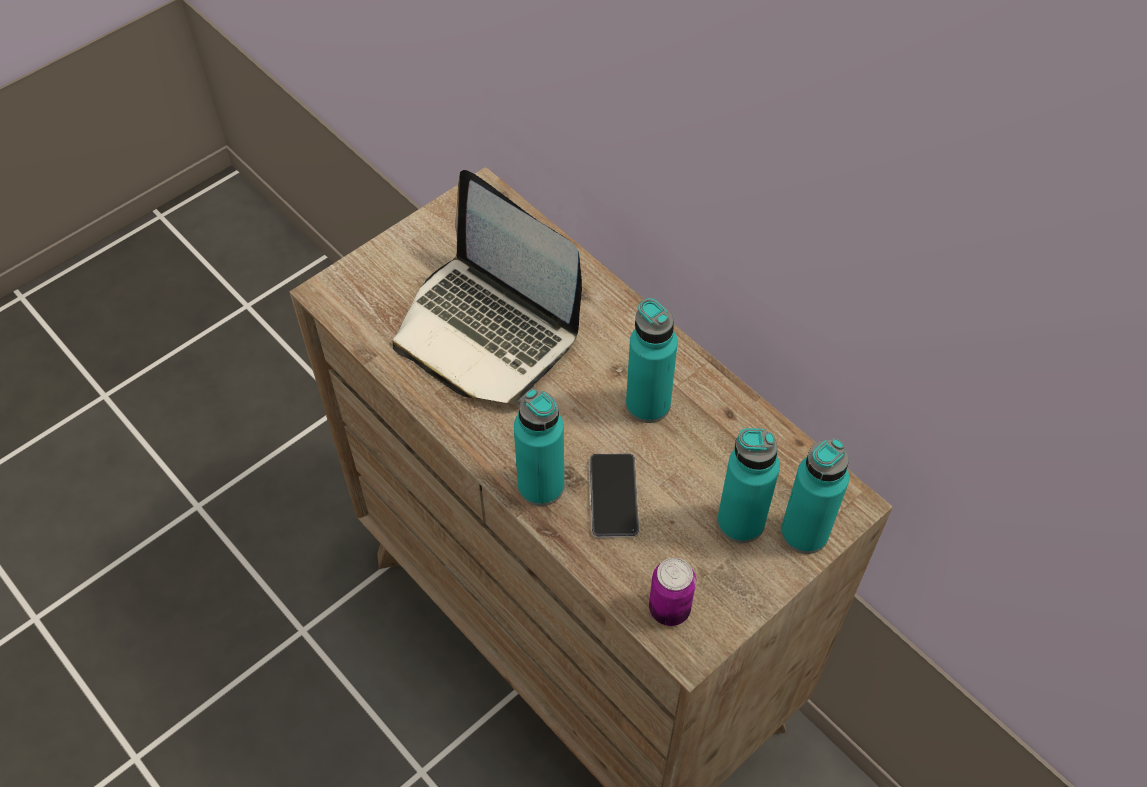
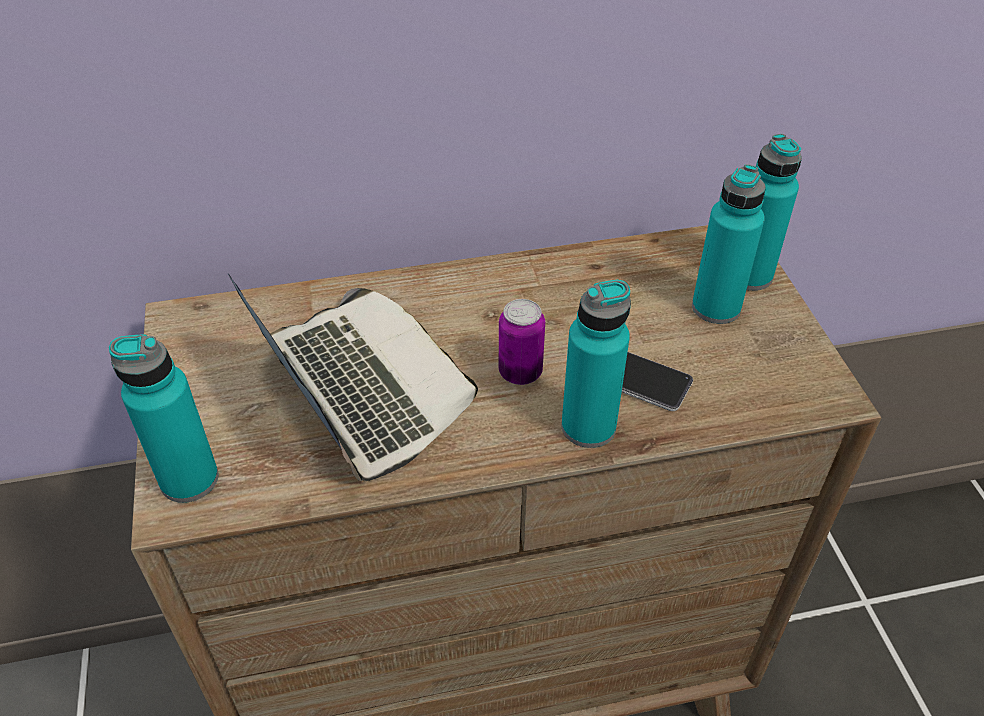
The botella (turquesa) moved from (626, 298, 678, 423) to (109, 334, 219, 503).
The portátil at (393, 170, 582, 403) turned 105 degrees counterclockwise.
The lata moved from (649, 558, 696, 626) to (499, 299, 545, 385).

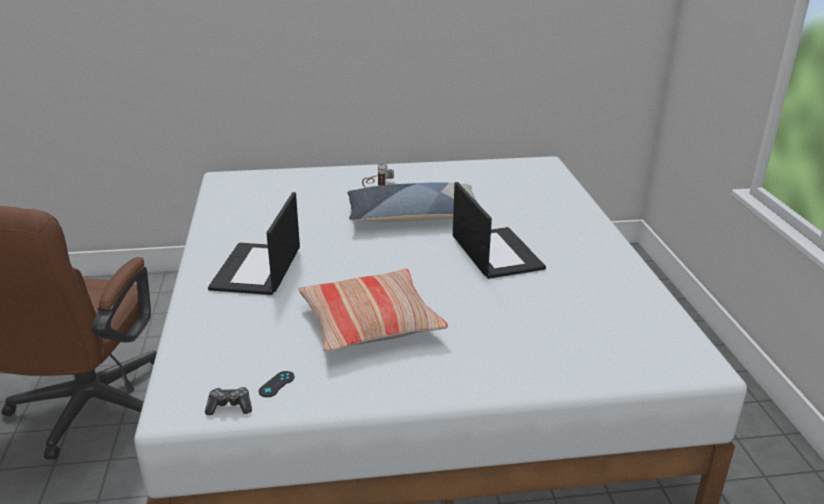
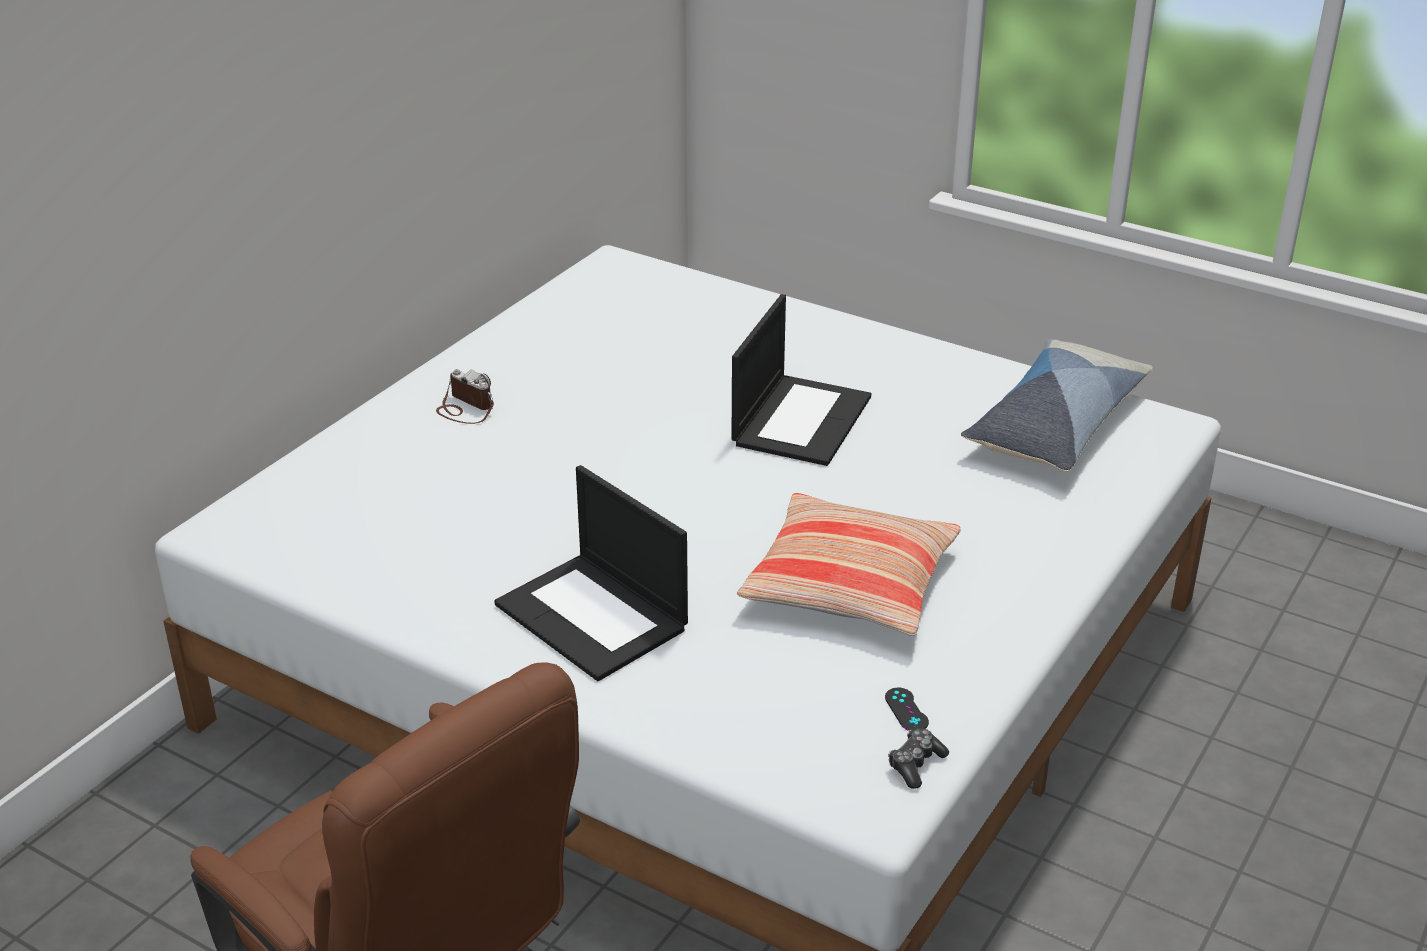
The portátil at (453, 182, 546, 279) turned 90 degrees clockwise.
The cojín moved from (347, 182, 478, 222) to (961, 339, 1153, 472).

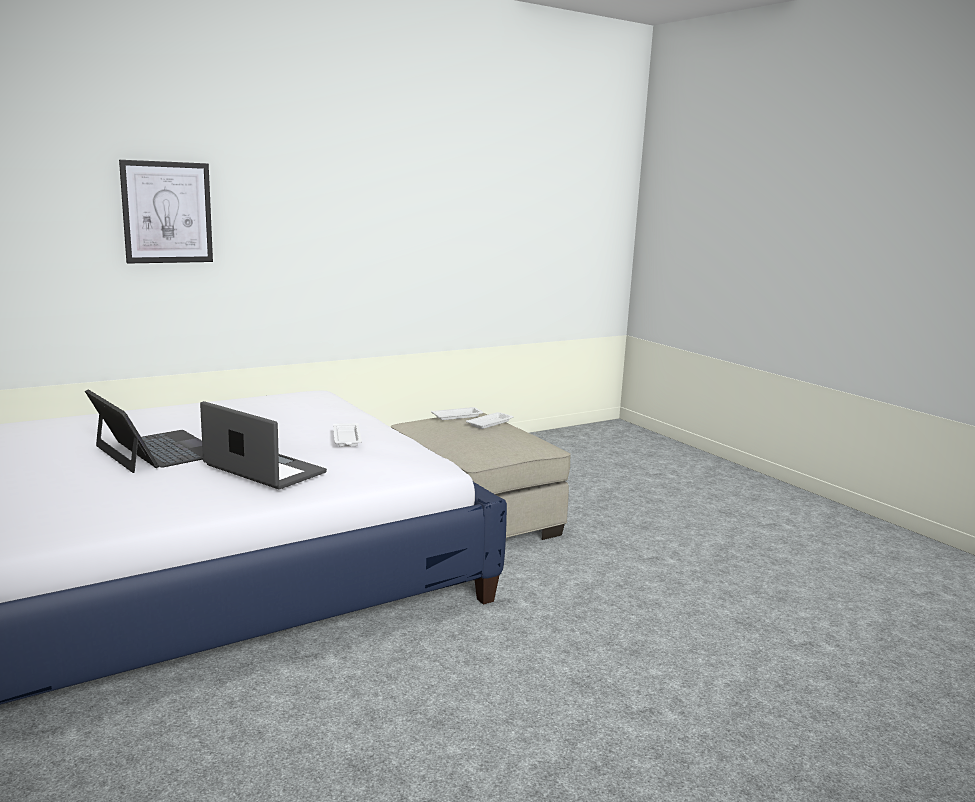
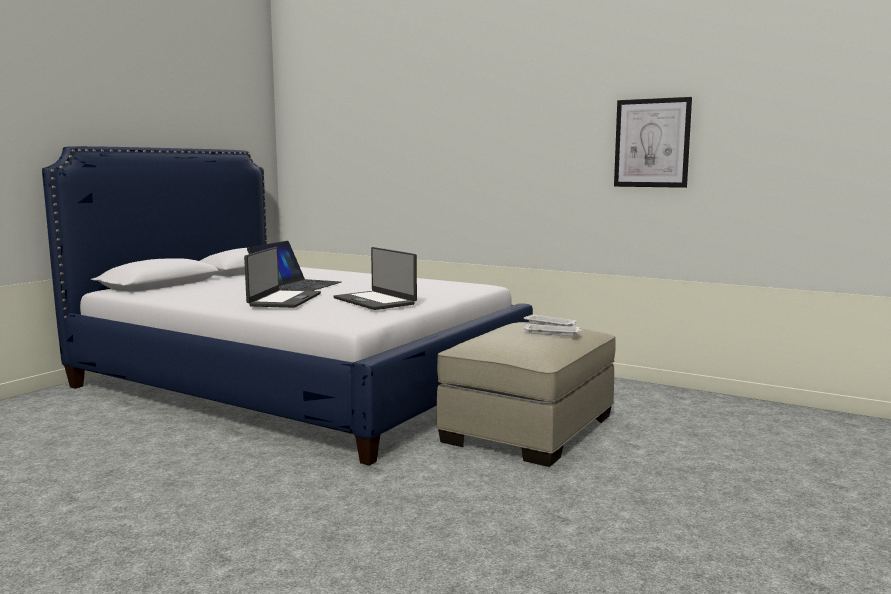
The bandeja (blanco) at (333, 423, 362, 447) was replaced by the portátil at (334, 247, 417, 310).
The cuadro moved from (119, 160, 213, 264) to (614, 97, 692, 188).

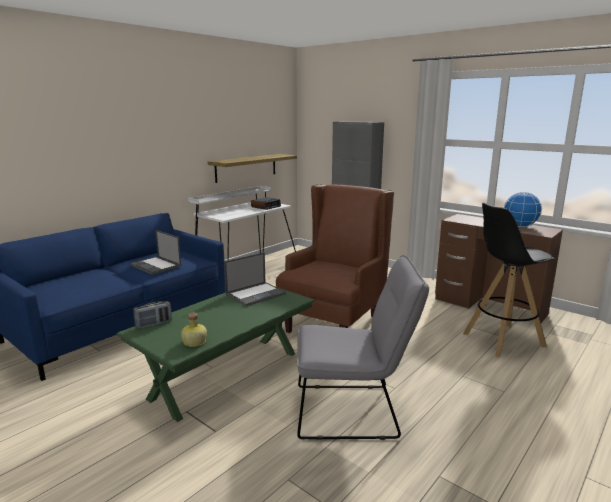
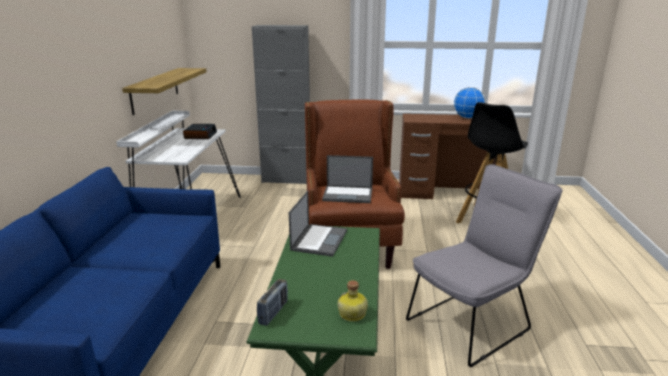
The portátil moved from (130, 230, 181, 275) to (322, 155, 373, 203).

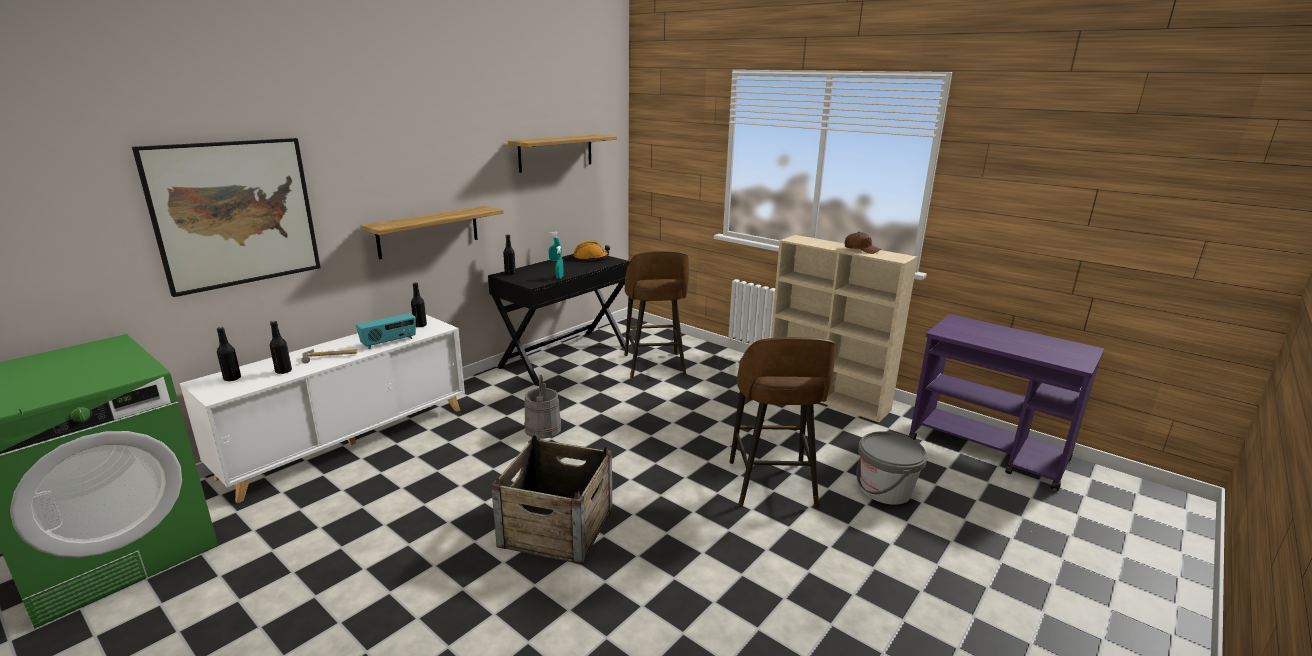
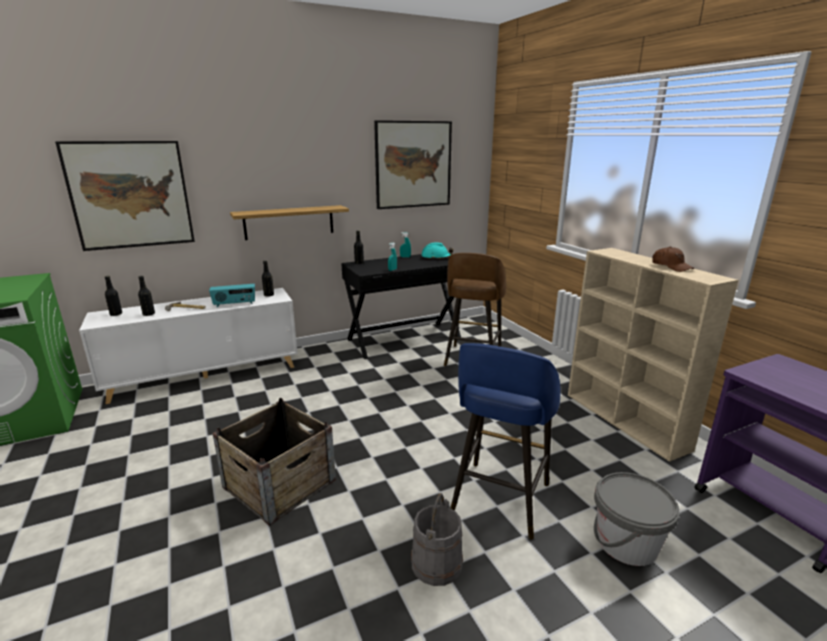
The estante at (508, 134, 617, 173) was replaced by the cuadro at (374, 120, 452, 209).
The cubo (gris) moved from (524, 374, 561, 439) to (411, 493, 463, 586).
The casco (naranja) at (573, 240, 610, 260) became the casco (turquesa) at (421, 242, 453, 259).
The taburete (marrón) at (730, 337, 836, 508) became the taburete (azul) at (450, 343, 560, 539).

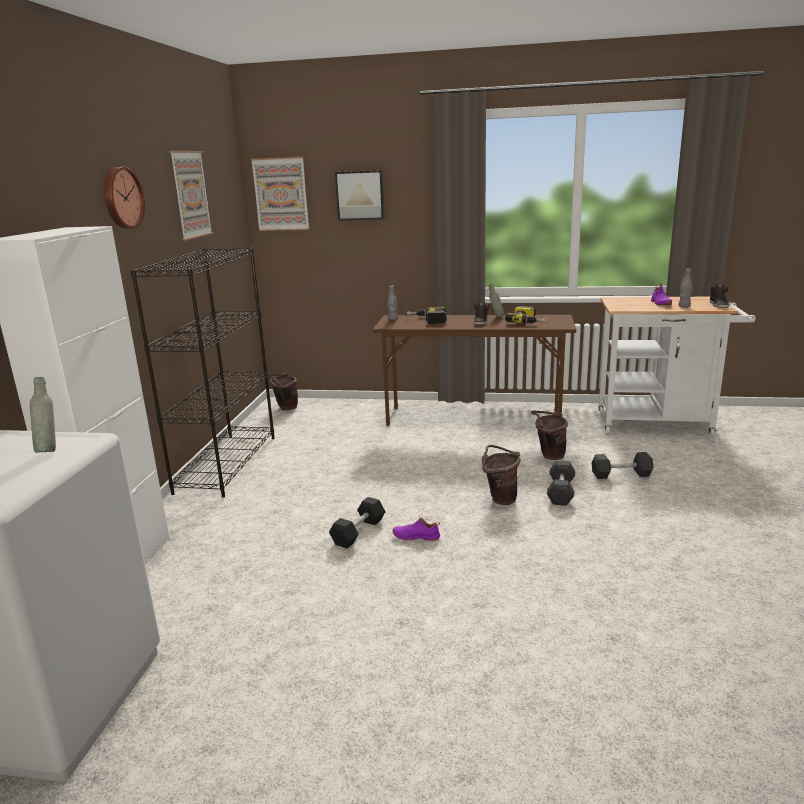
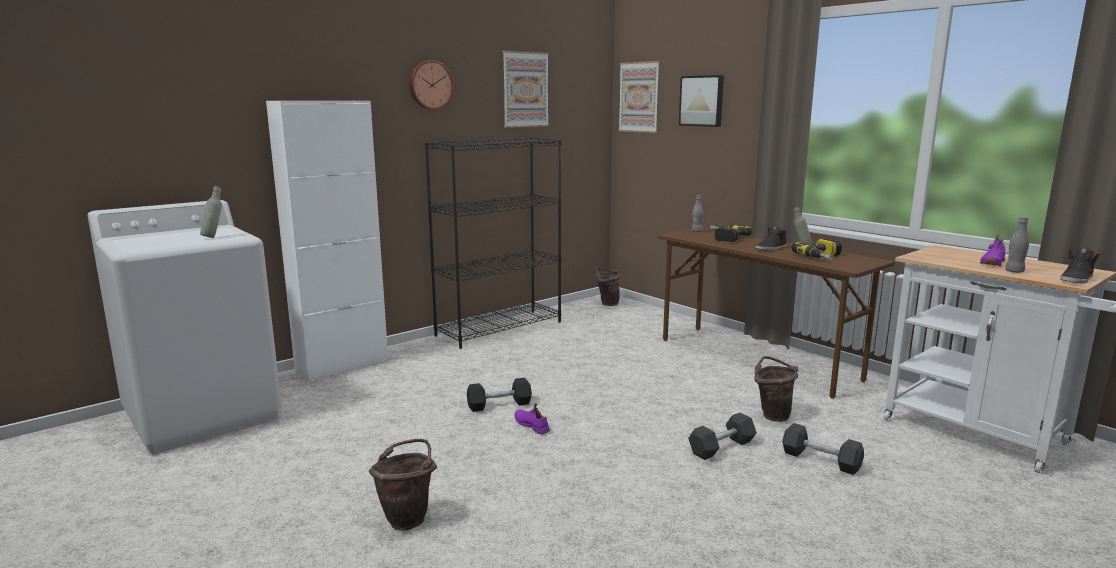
The cubo (marrón) moved from (482, 445, 521, 505) to (369, 439, 437, 530).

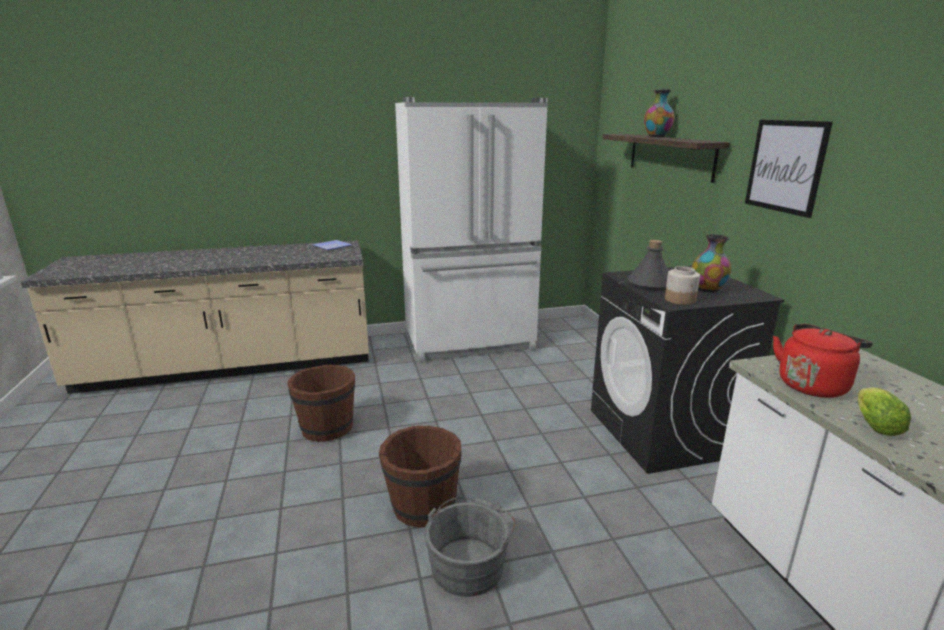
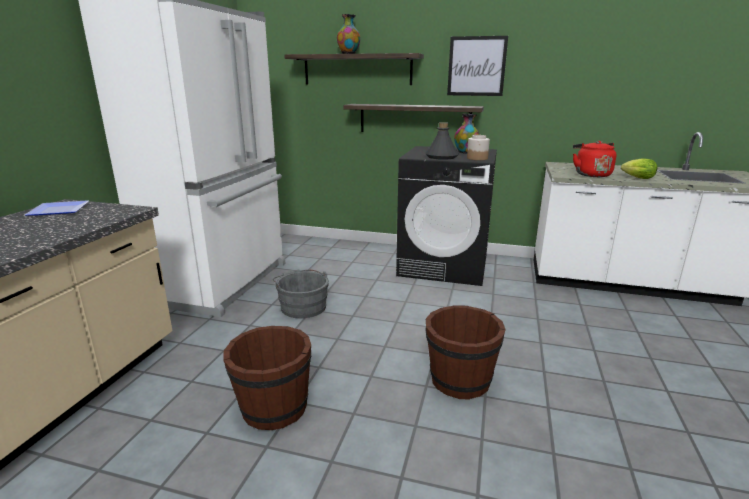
The cubo (gris) moved from (424, 497, 515, 597) to (273, 270, 329, 318).
The estante at (343, 104, 484, 132) appeared.

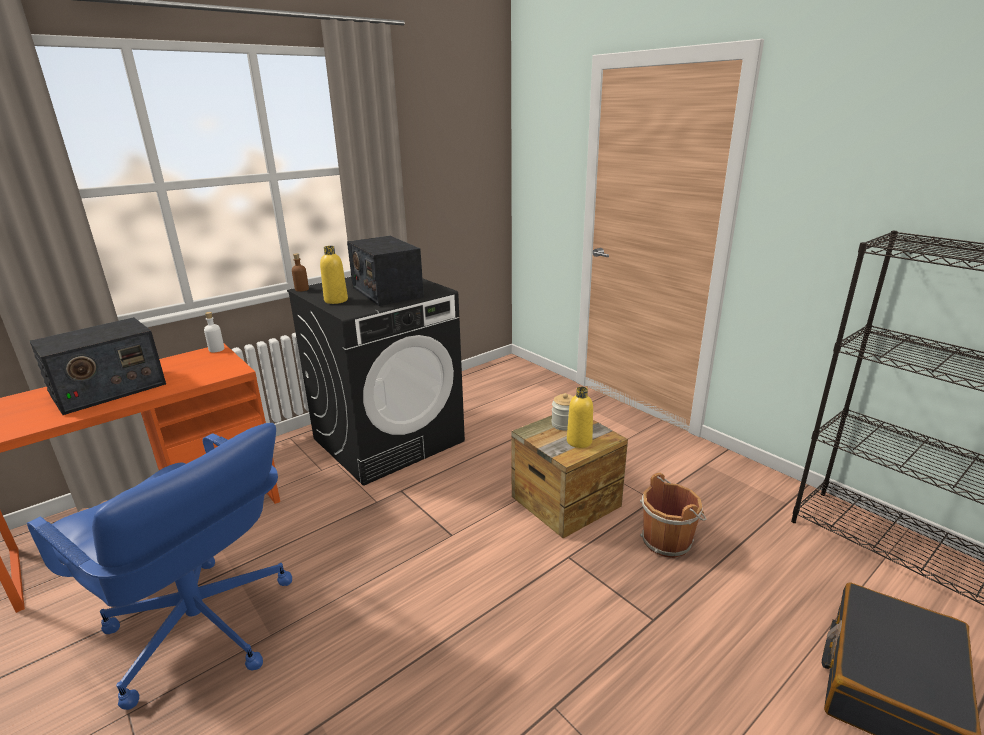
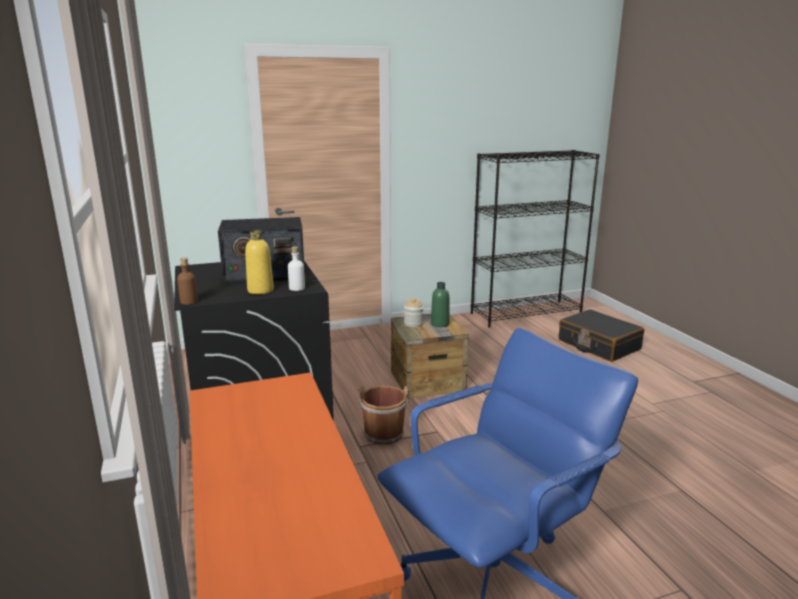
The botella (blanco) moved from (204, 312, 224, 352) to (288, 247, 305, 291).
The cubo (marrón) moved from (640, 473, 706, 558) to (358, 386, 410, 445).
The botella (amarillo) at (567, 387, 593, 448) became the botella (verde) at (431, 282, 450, 327).
The radio at (30, 317, 166, 415) disappeared.

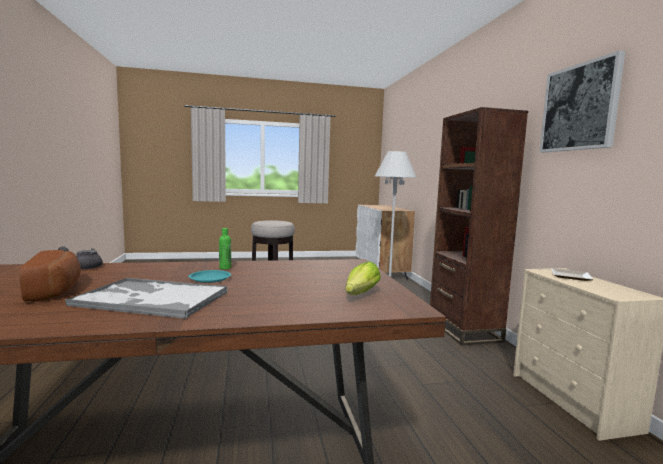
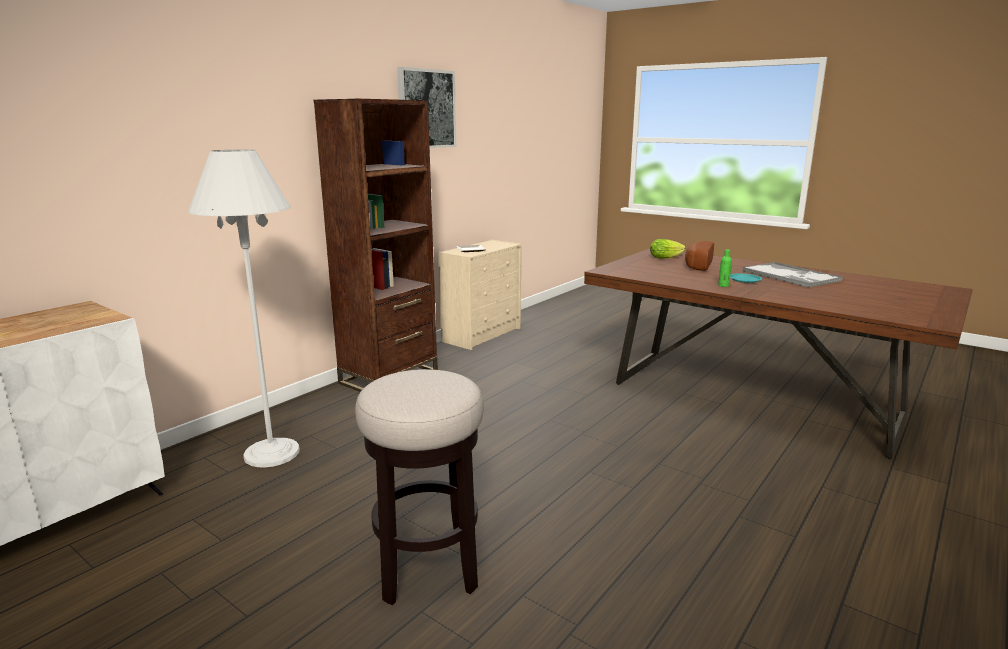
The pan moved from (20, 250, 81, 301) to (685, 241, 714, 271).
The tetera (gris) at (58, 246, 103, 269) disappeared.

